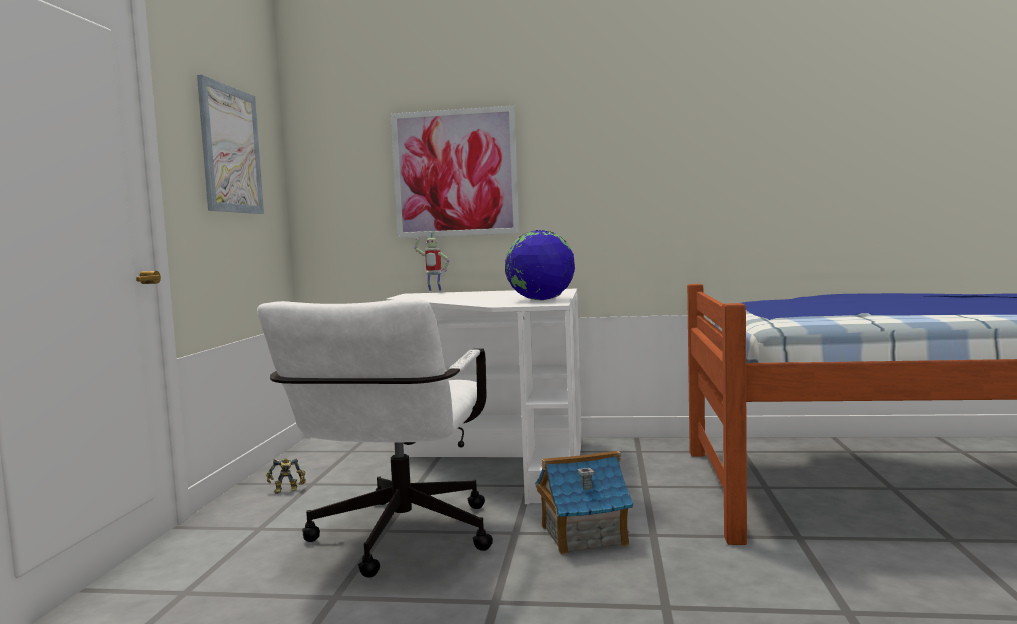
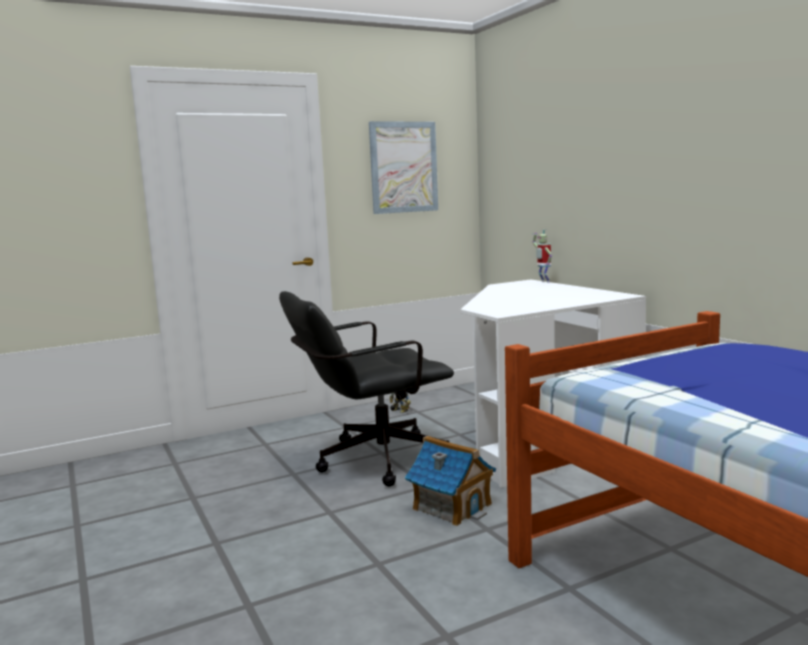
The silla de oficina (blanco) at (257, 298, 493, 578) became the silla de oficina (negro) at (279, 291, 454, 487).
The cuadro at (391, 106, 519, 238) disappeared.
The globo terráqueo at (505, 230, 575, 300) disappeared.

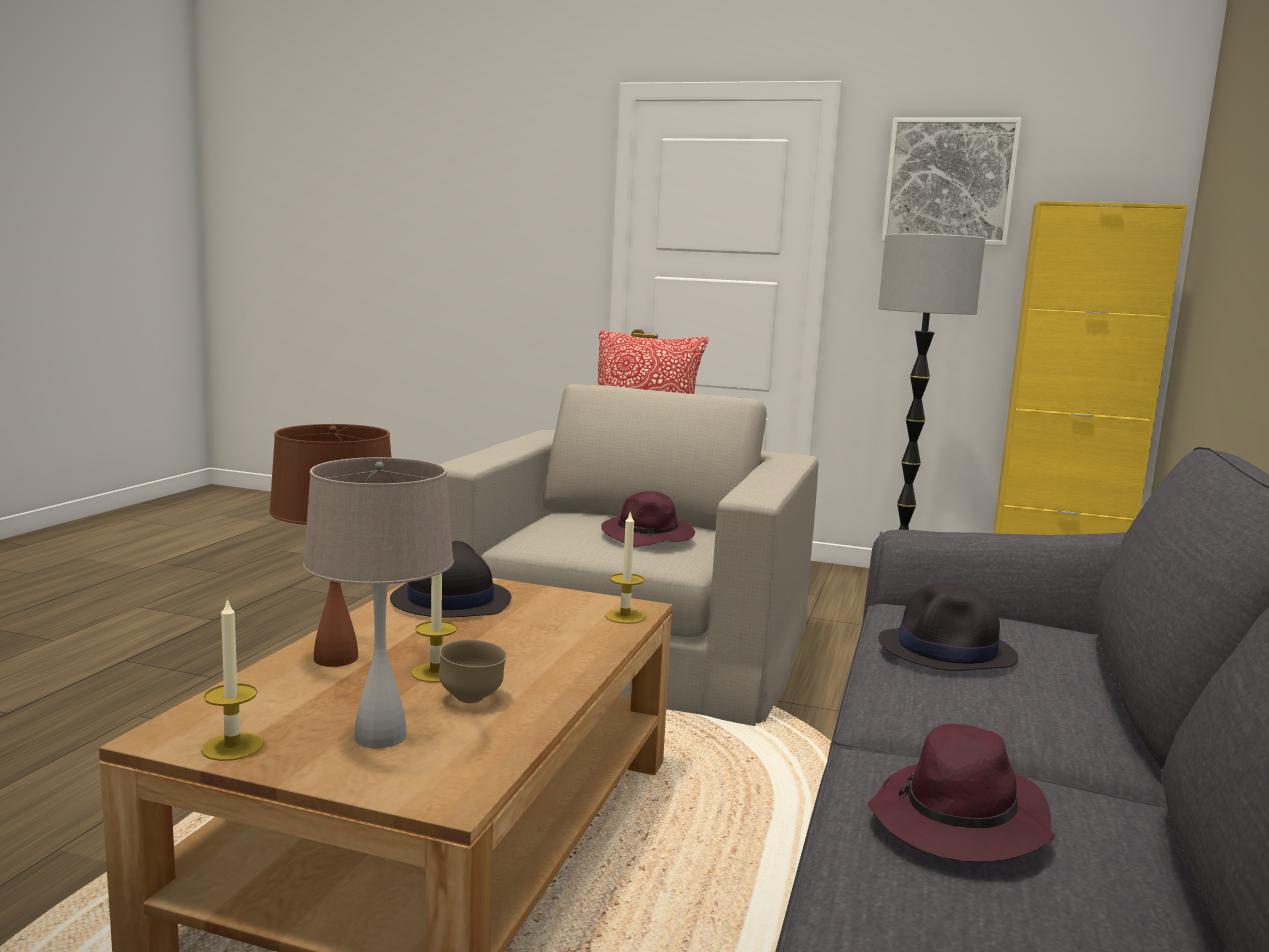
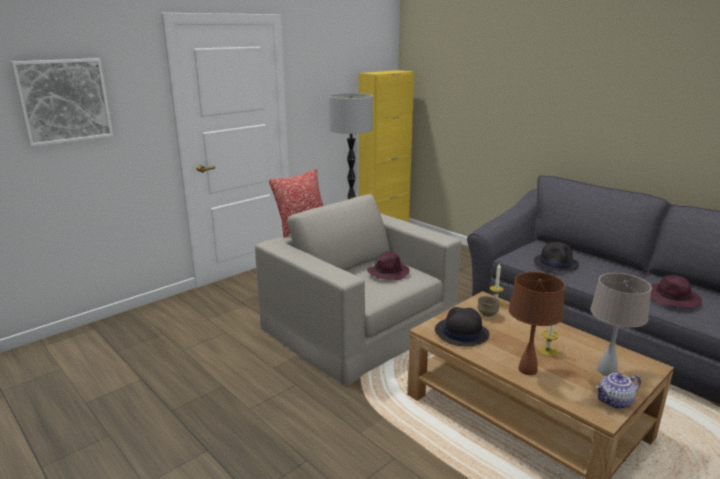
The cuadro moved from (882, 117, 1022, 246) to (11, 58, 113, 147).
The cuenco (marrón) moved from (439, 640, 507, 703) to (477, 296, 501, 317).
The vela at (201, 598, 264, 761) was replaced by the tetera at (595, 373, 641, 409).

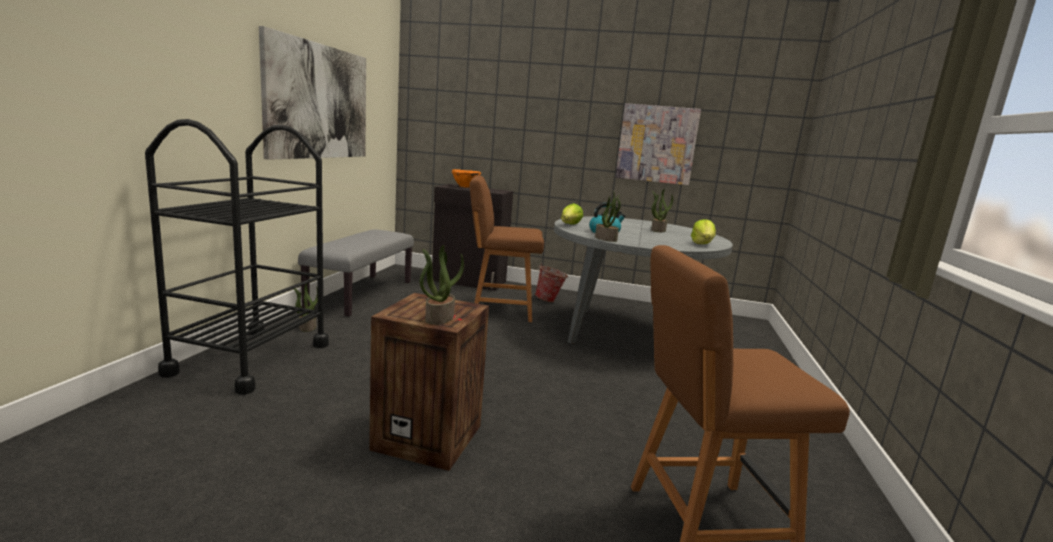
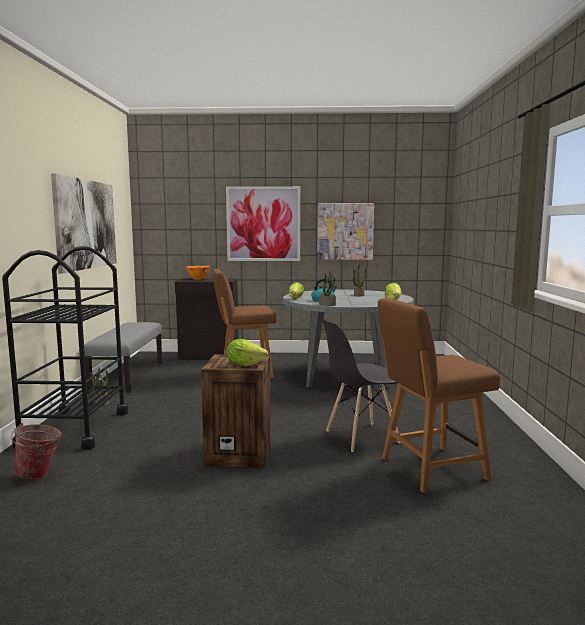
The cubo moved from (535, 264, 568, 302) to (11, 423, 62, 480).
The cuadro at (226, 186, 300, 261) appeared.
The planta en maceta at (420, 245, 464, 325) was replaced by the lechuga at (227, 339, 268, 366).
The silla (gris) at (323, 319, 400, 452) appeared.

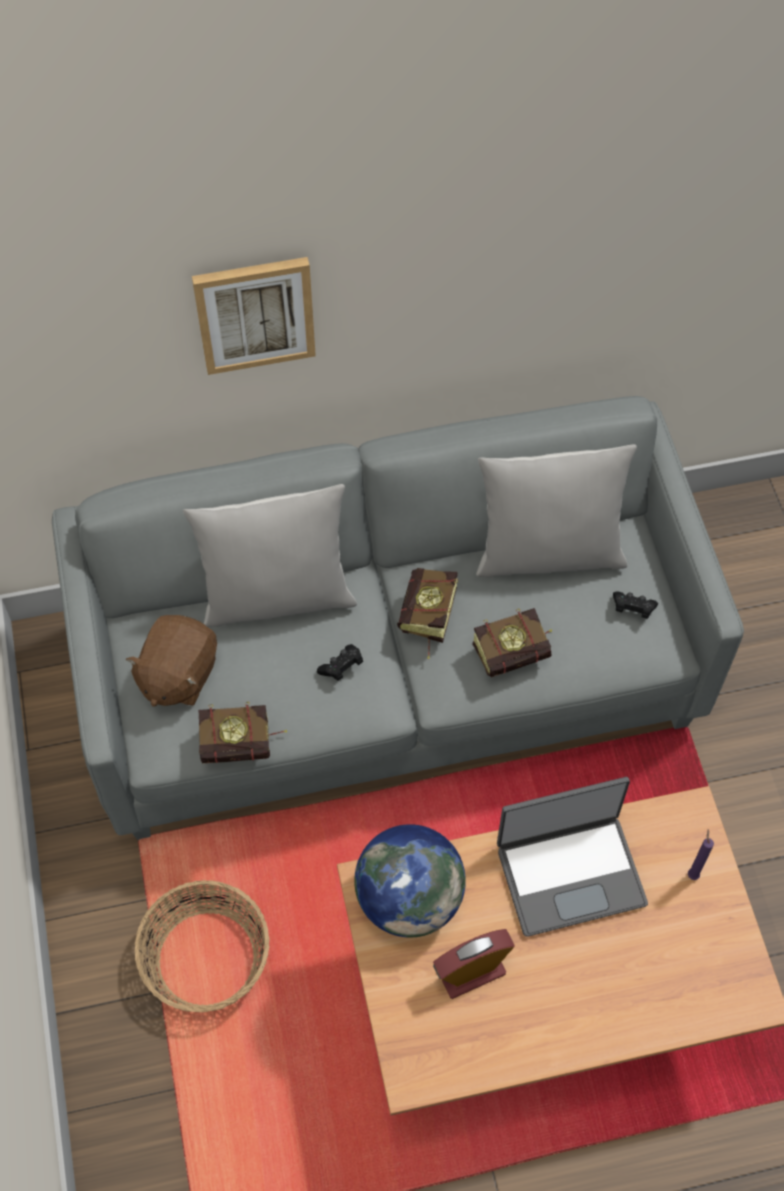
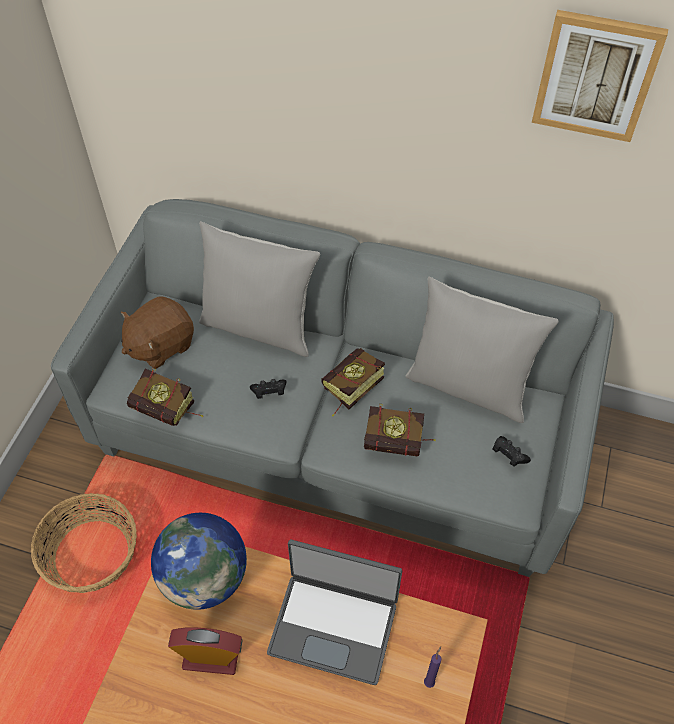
The cuadro moved from (192, 257, 316, 375) to (532, 10, 668, 142).

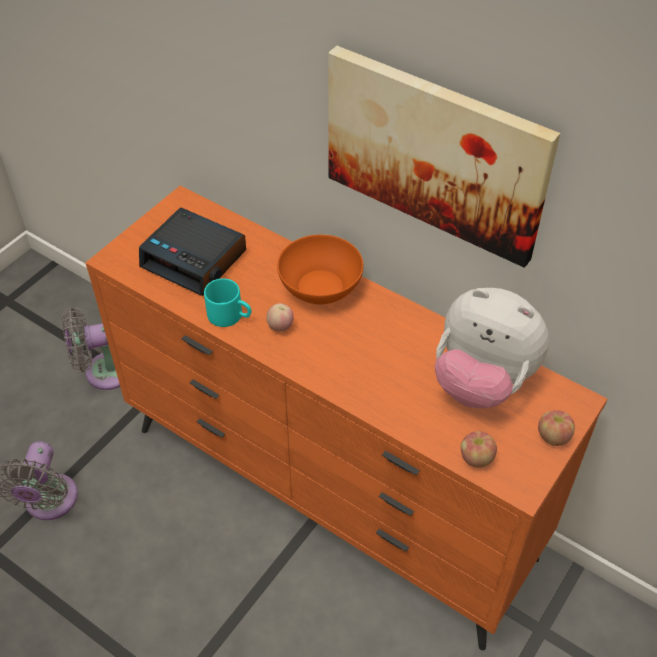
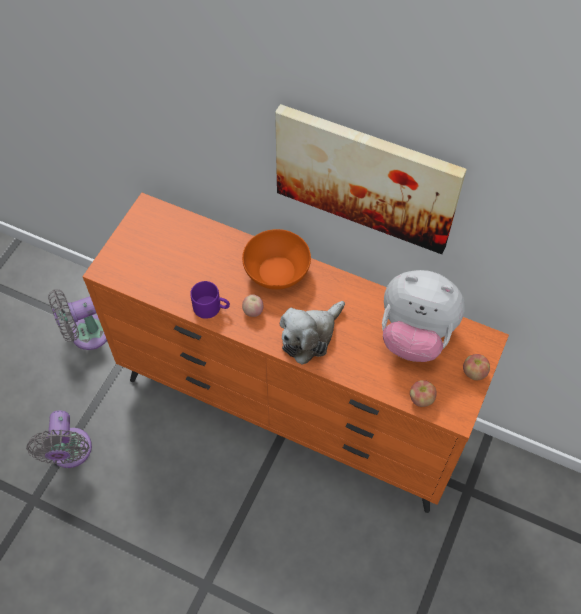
The taza grande (turquesa) at (204, 278, 251, 327) became the taza grande (morado) at (190, 281, 230, 319).
The peluche at (280, 301, 345, 365) appeared.
The despertador at (139, 208, 246, 296) disappeared.

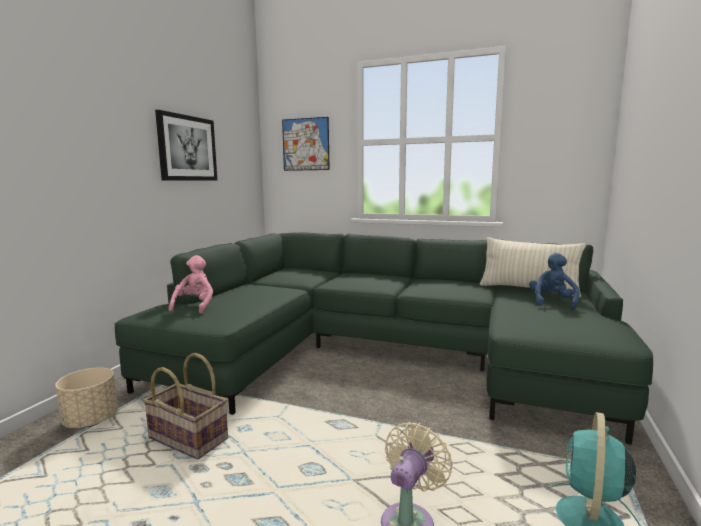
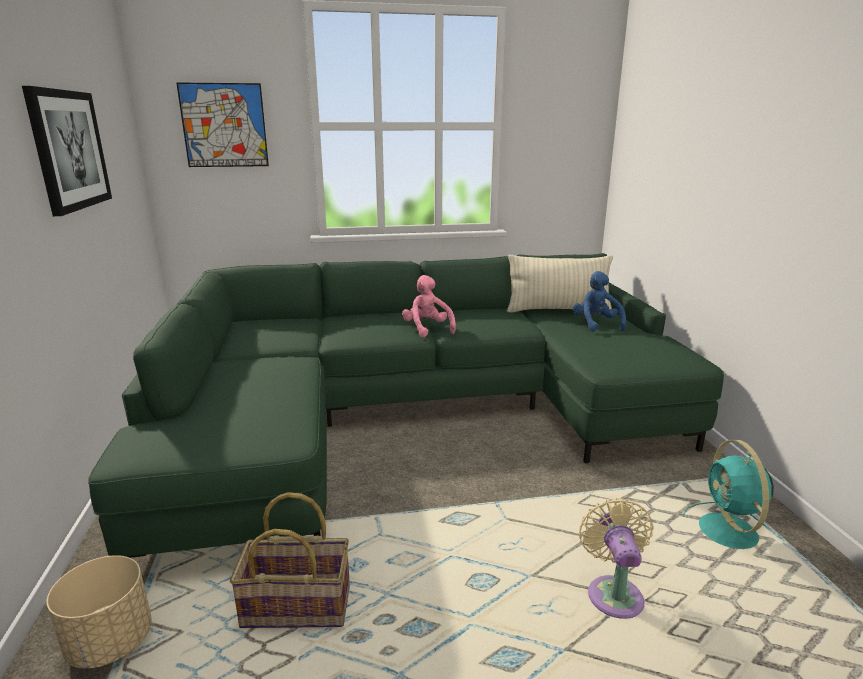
The peluche (rosa) moved from (169, 255, 213, 314) to (402, 275, 456, 338).

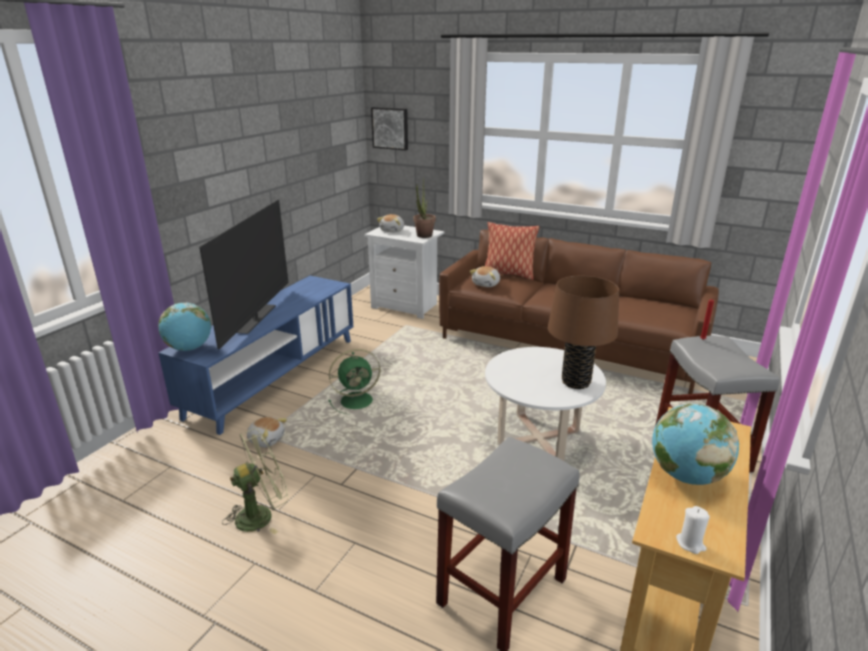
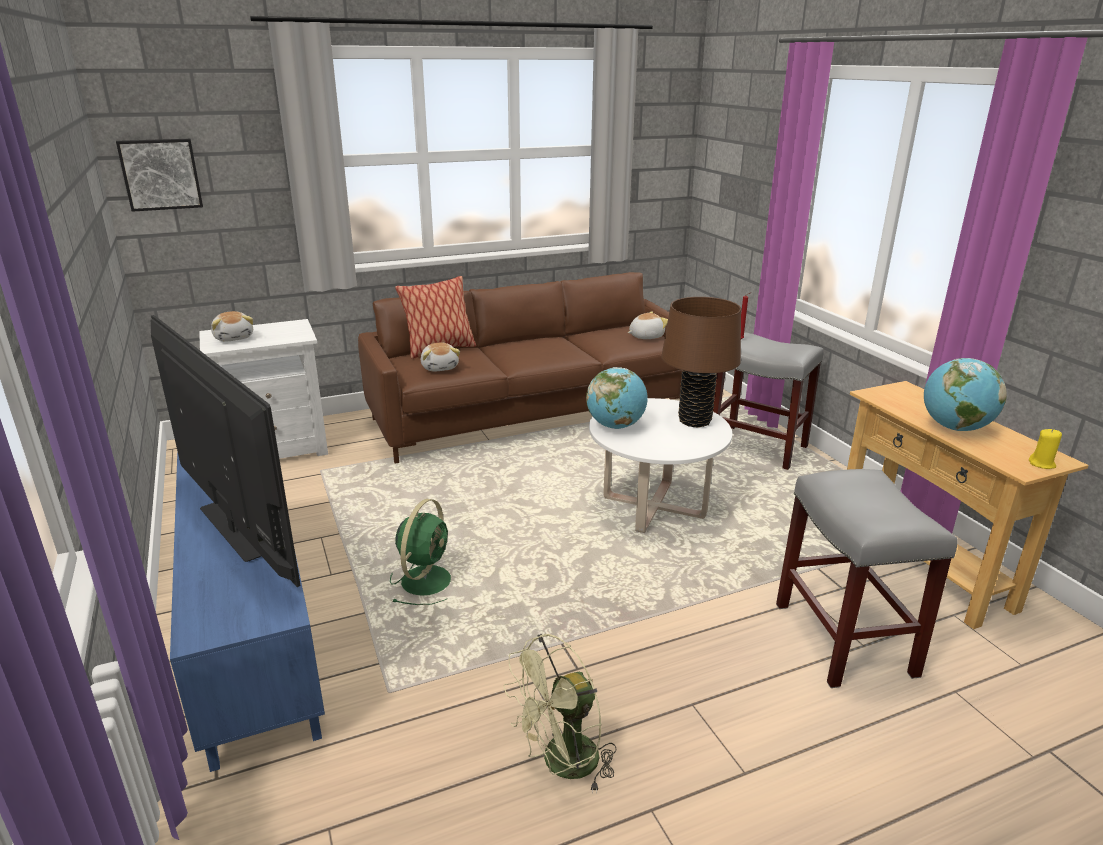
The ventilador (verde) at (222, 428, 288, 534) turned 135 degrees counterclockwise.
The globo terráqueo moved from (158, 303, 212, 351) to (586, 367, 648, 429).
The peluche moved from (247, 417, 287, 447) to (628, 311, 668, 339).
The vela (blanco) at (676, 506, 710, 554) became the vela (amarillo) at (1029, 429, 1062, 469).
The planta en maceta at (413, 179, 436, 238) disappeared.

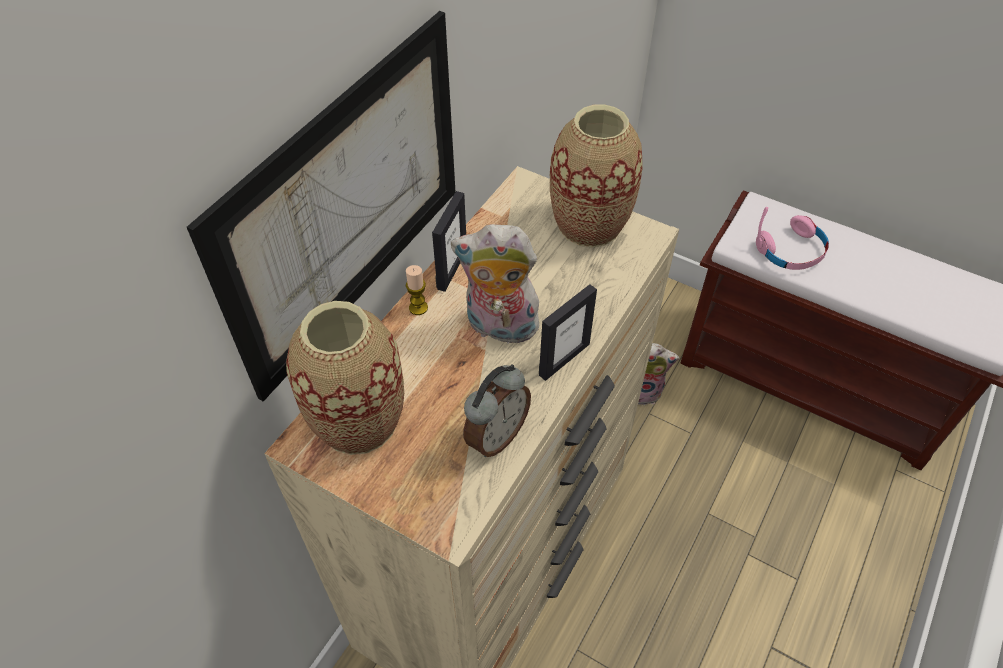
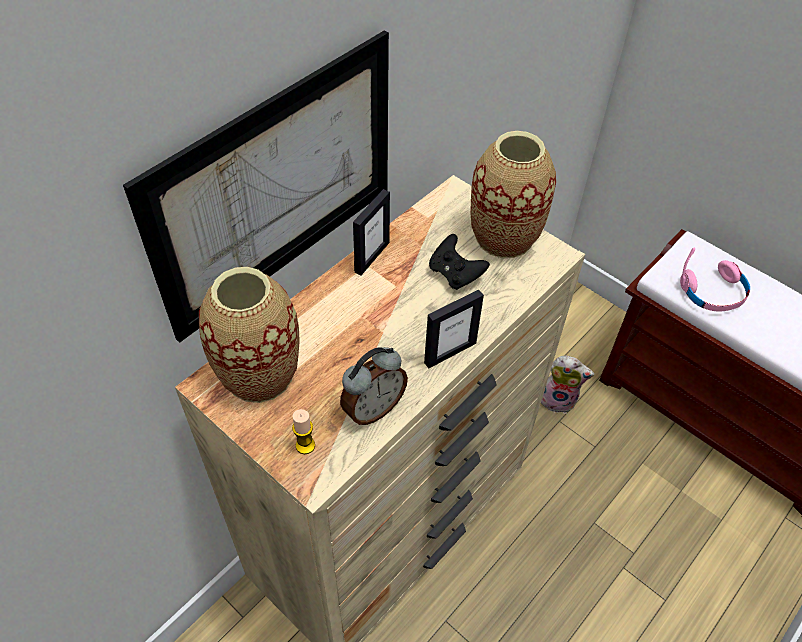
The vela moved from (406, 265, 428, 315) to (292, 409, 315, 454).
The mando de consola (negro) at (429, 234, 490, 290) appeared.
The peluche at (451, 224, 542, 344) disappeared.

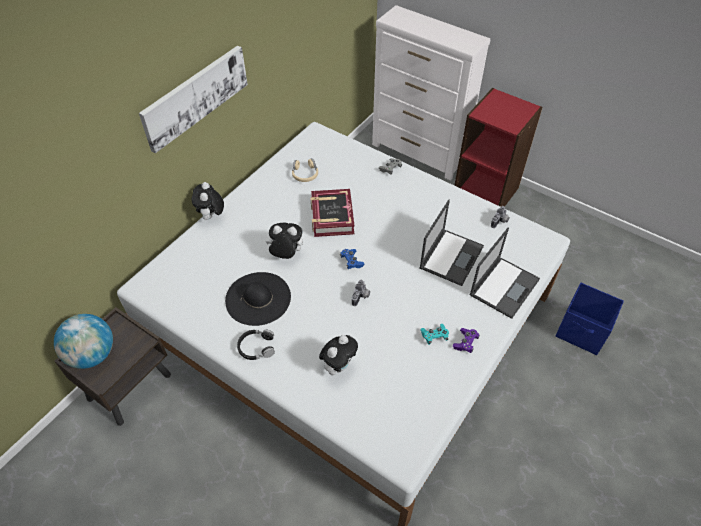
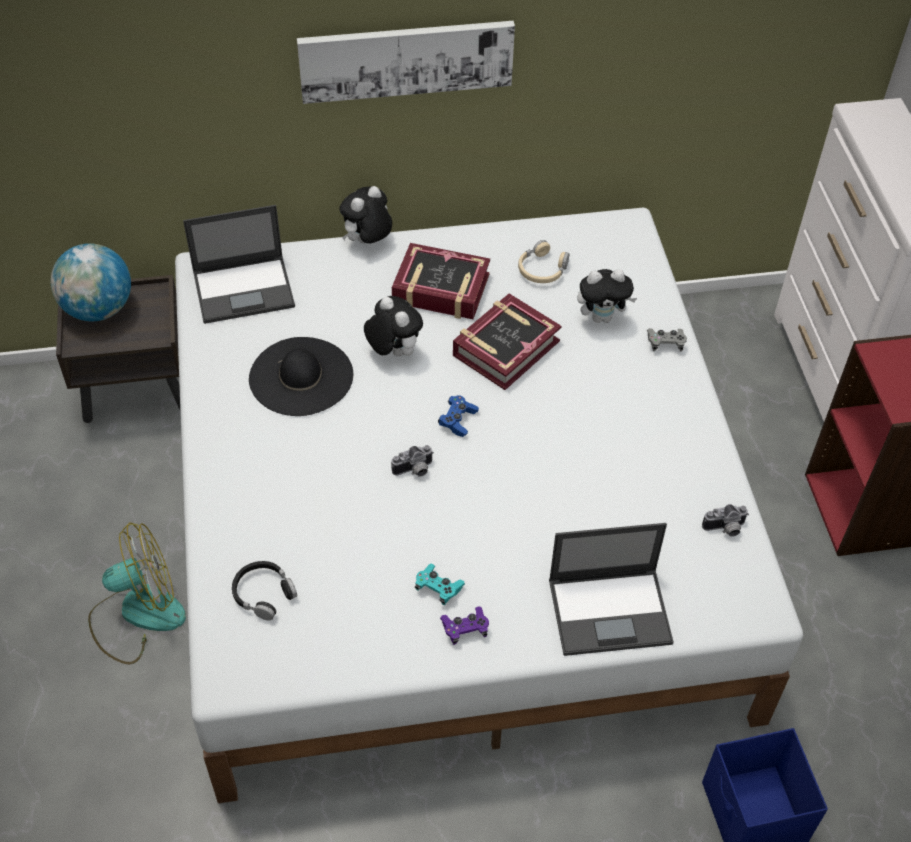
The ventilador at (88, 522, 186, 664) appeared.
The portátil moved from (419, 199, 484, 286) to (183, 205, 295, 324).
The auriculares (negro) moved from (237, 330, 275, 360) to (232, 561, 297, 620).
The libro at (392, 243, 490, 319) appeared.
The peluche moved from (319, 335, 358, 375) to (577, 269, 637, 323).

